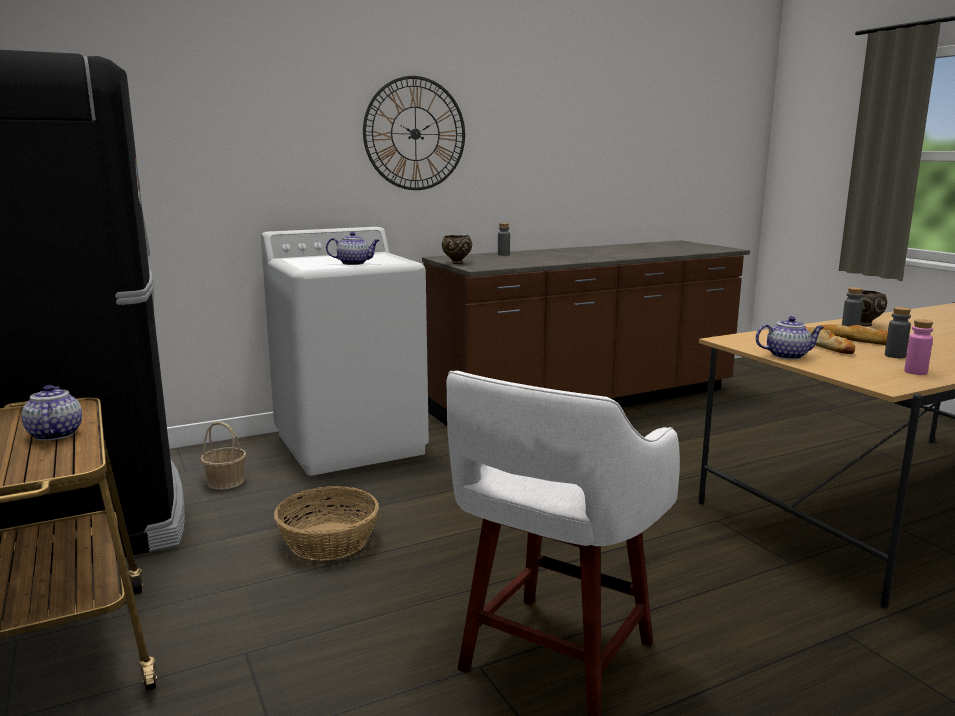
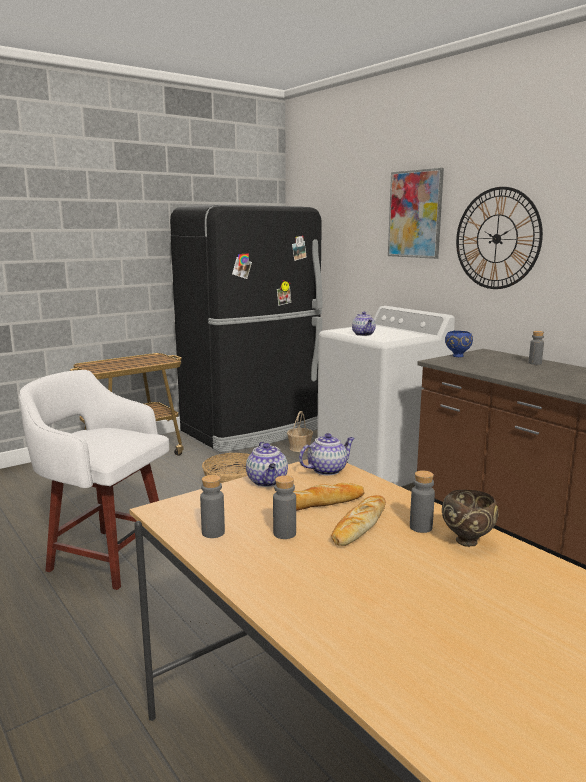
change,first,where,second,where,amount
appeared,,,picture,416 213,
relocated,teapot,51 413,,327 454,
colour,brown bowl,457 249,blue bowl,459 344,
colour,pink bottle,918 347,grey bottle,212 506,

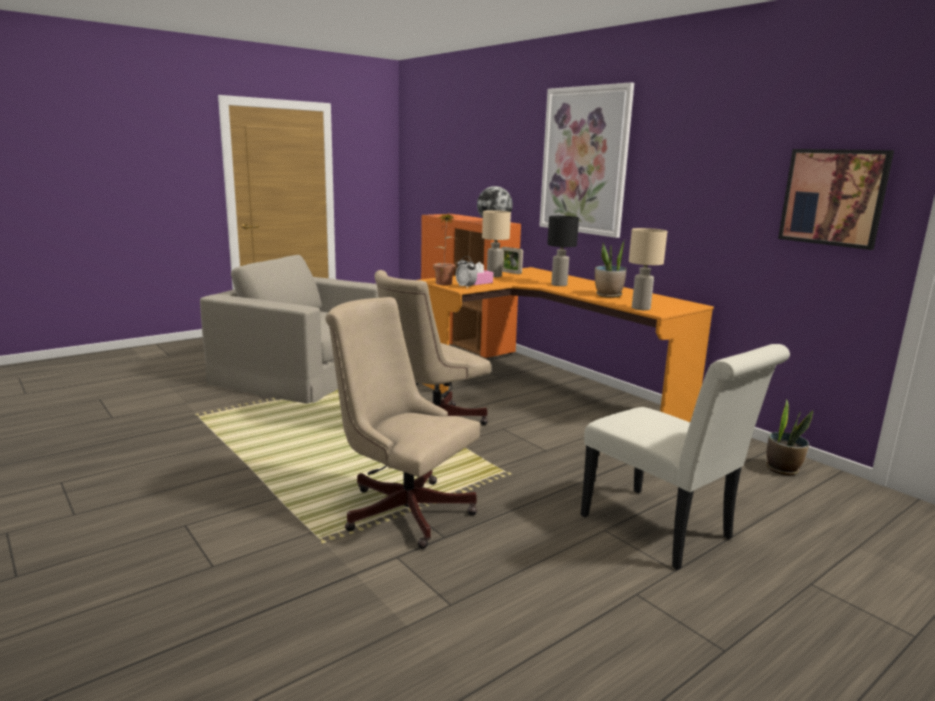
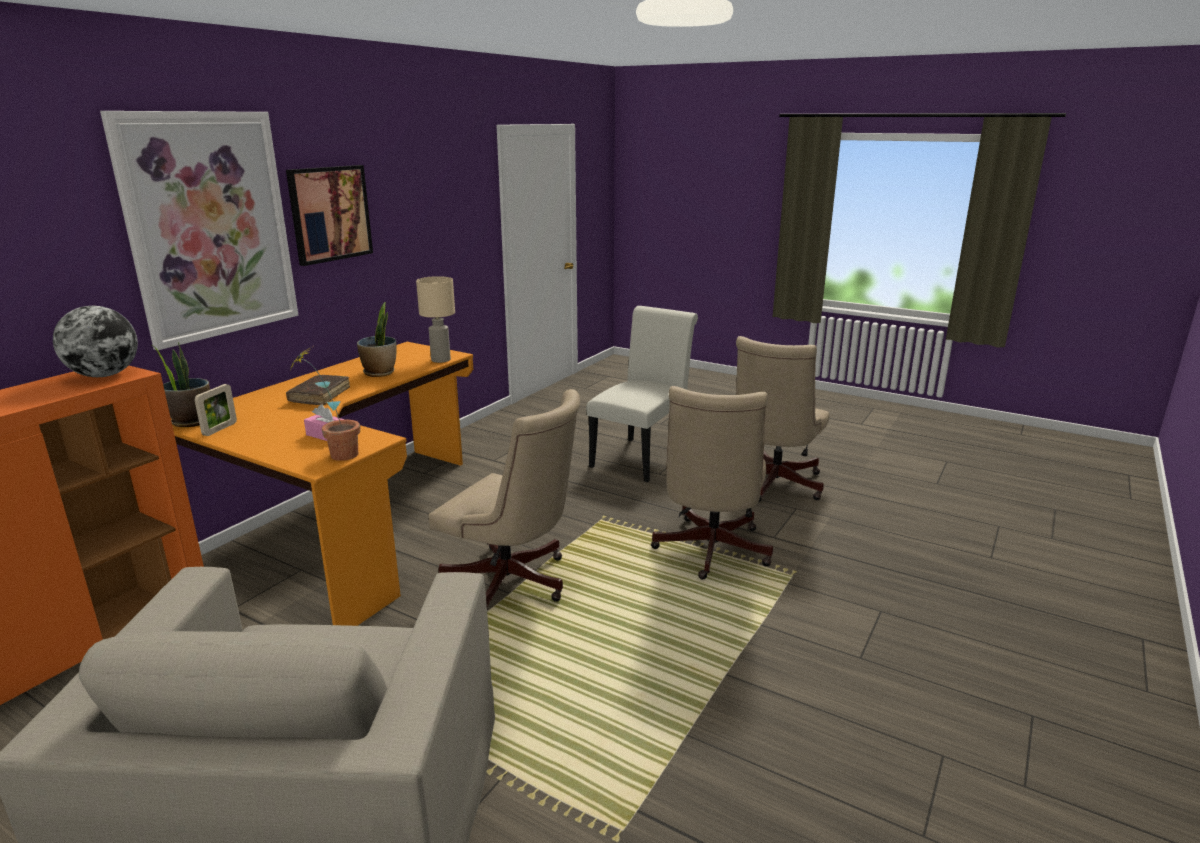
change,first,where,second,where,amount
missing,alarm clock,466 272,,,
missing,beige table lamp,496 243,,,
appeared,,,beige office chair,782 419,
relocated,potted plant,789 437,,181 384,
relocated,picture,836 199,,329 215,
exchanged,black table lamp,563 251,brown book,318 390,

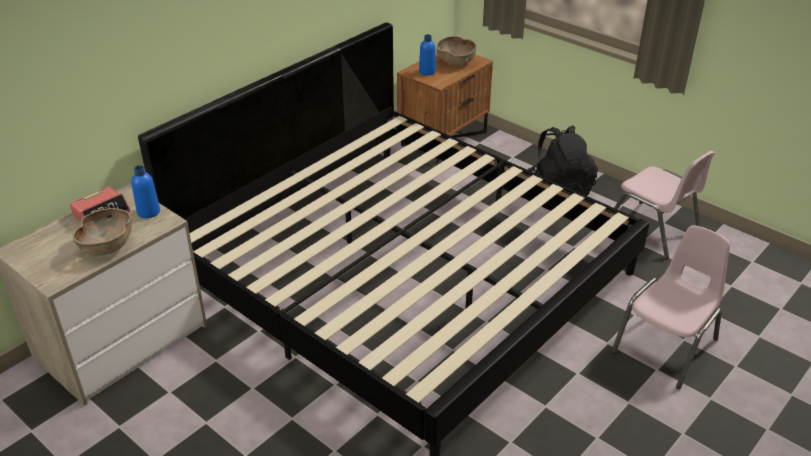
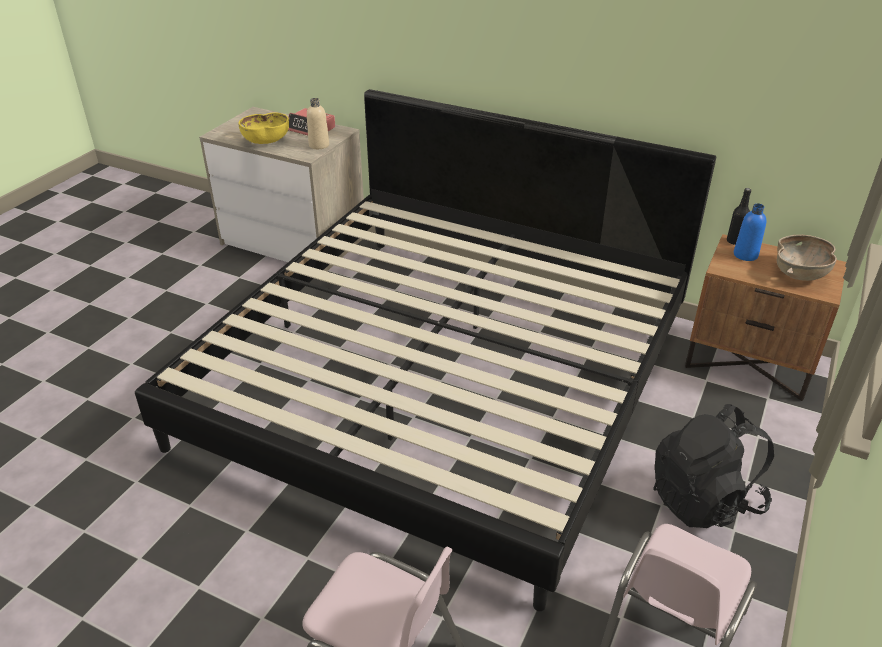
change,first,where,second,where,amount
appeared,,,black bottle,739 216,
colour,brown bowl,102 231,yellow bowl,264 128,
colour,blue bottle,145 191,beige bottle,318 123,

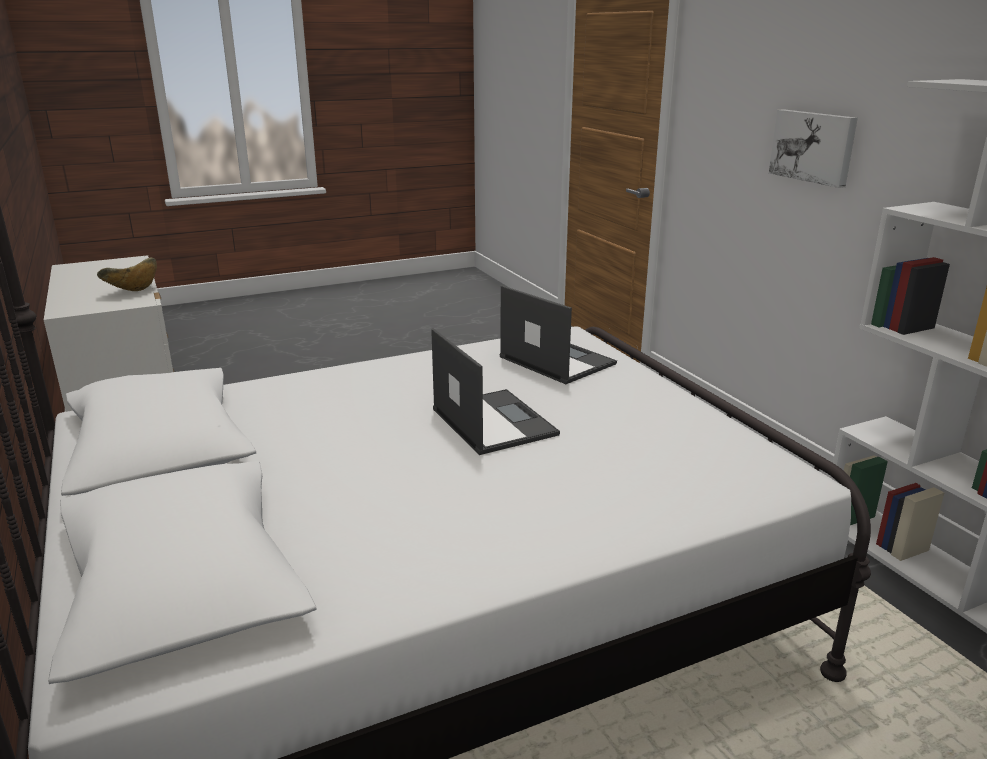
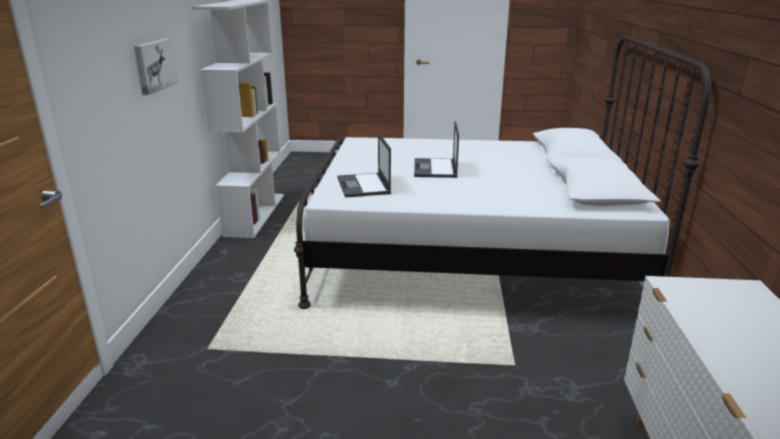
change,first,where,second,where,amount
missing,bowl,127 274,,,

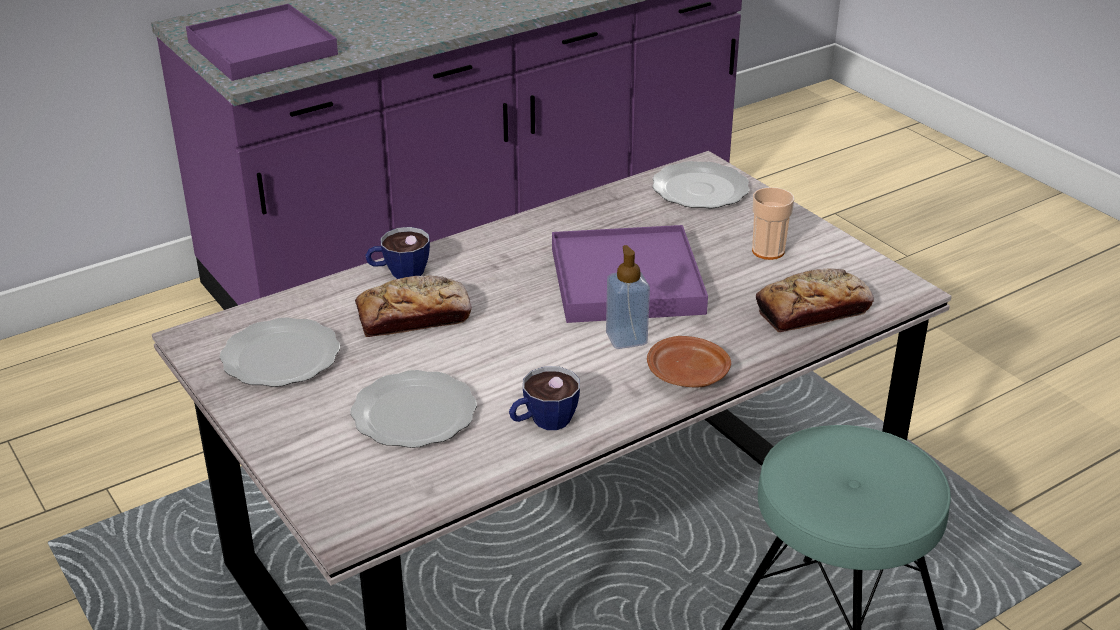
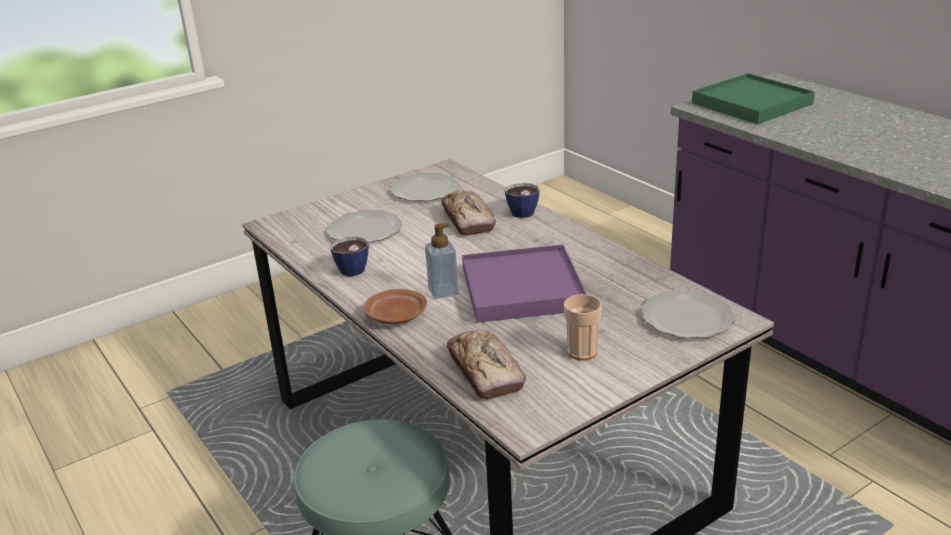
change,first,where,second,where,amount
colour,purple tray,262 42,green tray,753 98,

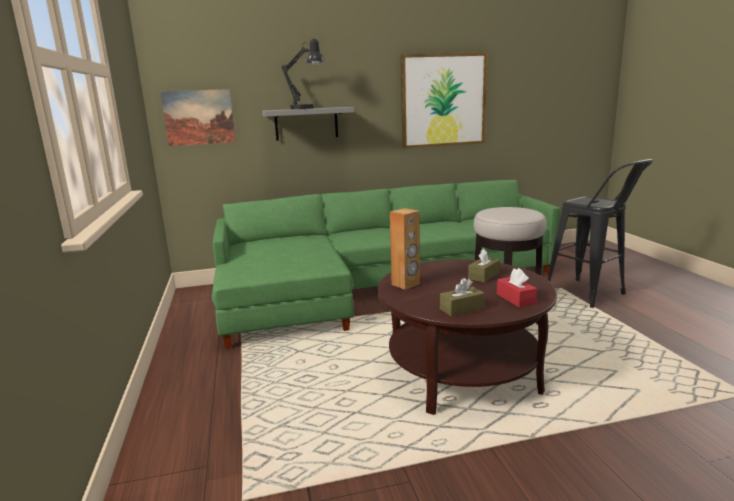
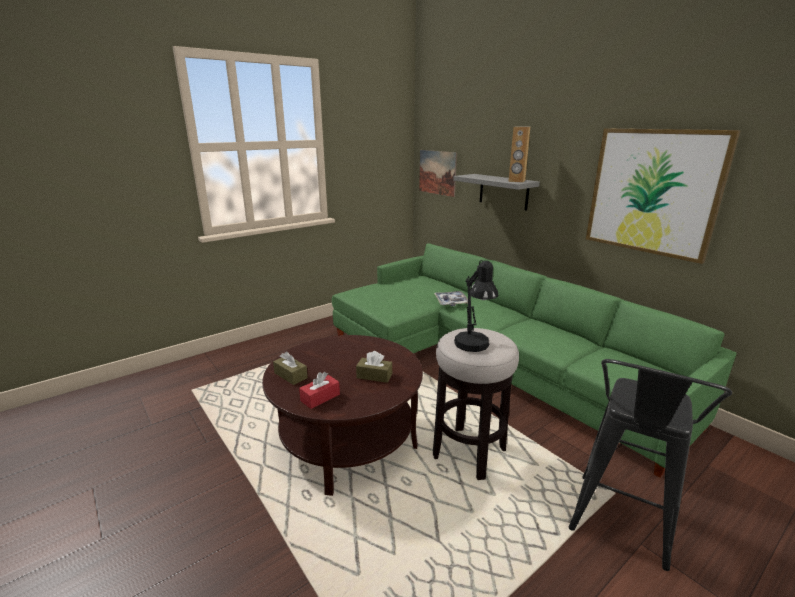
change,first,where,second,where,amount
appeared,,,tray,451 298,
relocated,black table lamp,303 74,,476 306,
relocated,brown speaker,405 249,,519 155,

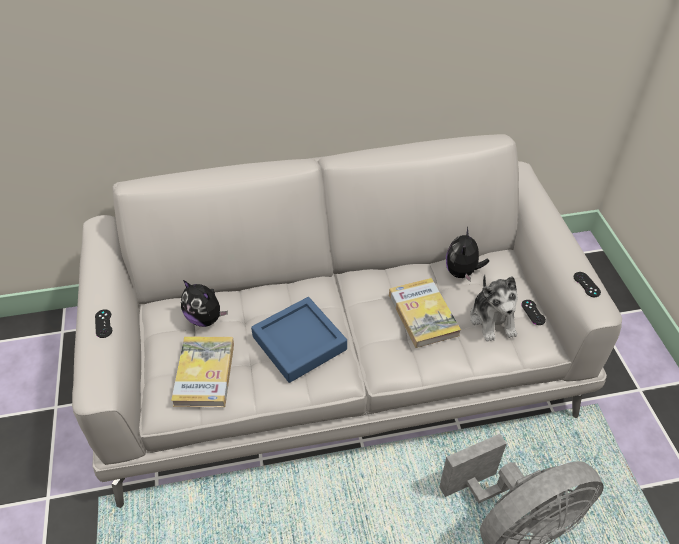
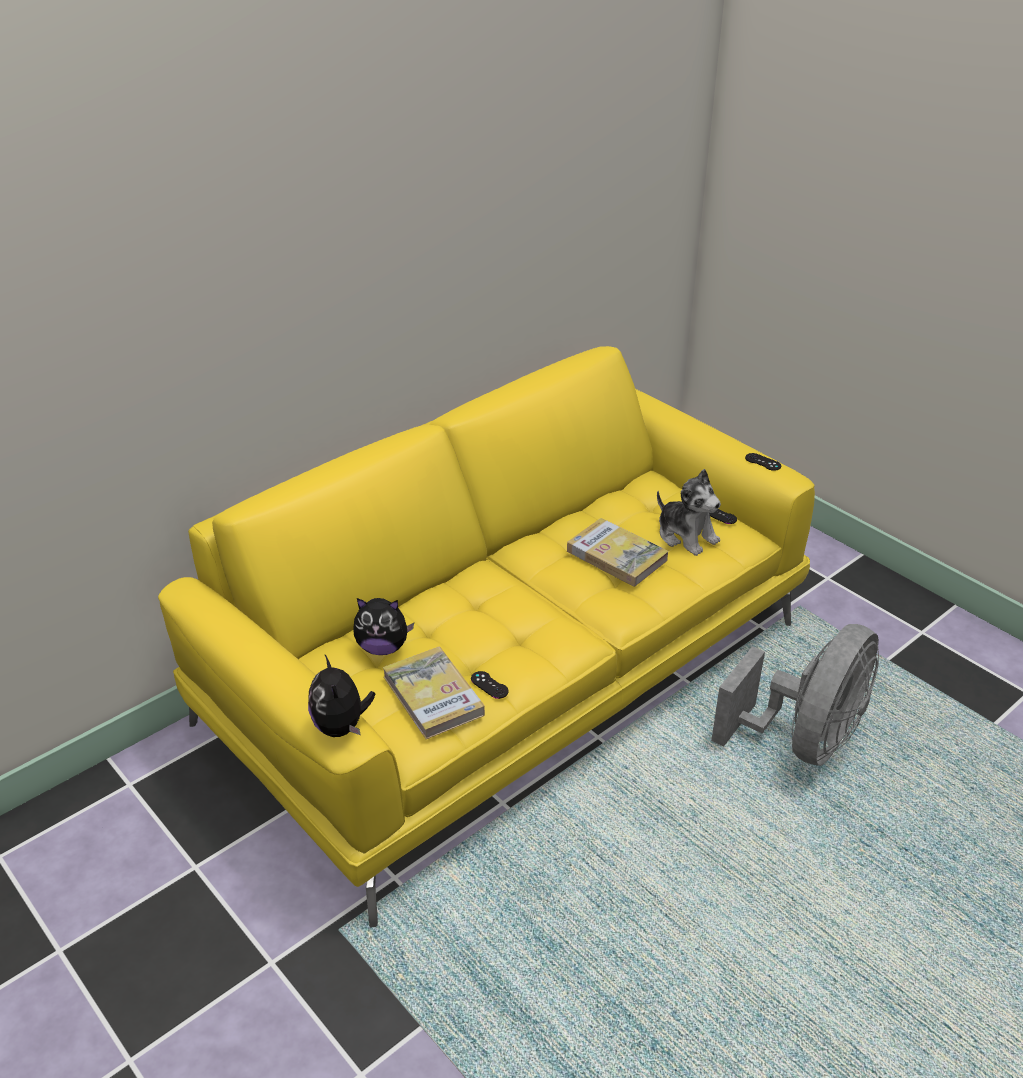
change,first,where,second,where,amount
missing,blue tray,299 340,,,
relocated,black game controller,103 323,,490 685,
relocated,plush toy,467 254,,342 696,
colour,grey sofa,347 321,yellow sofa,486 636,

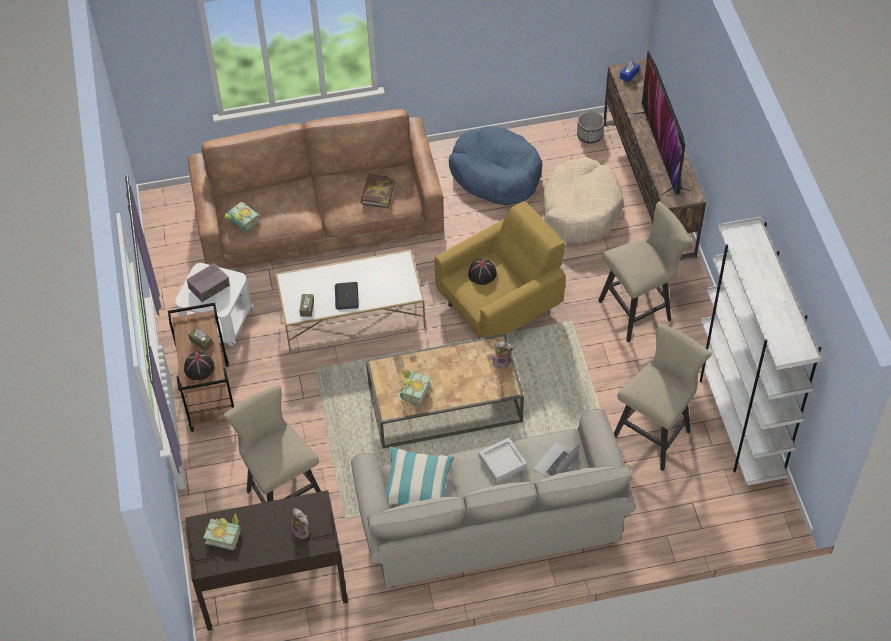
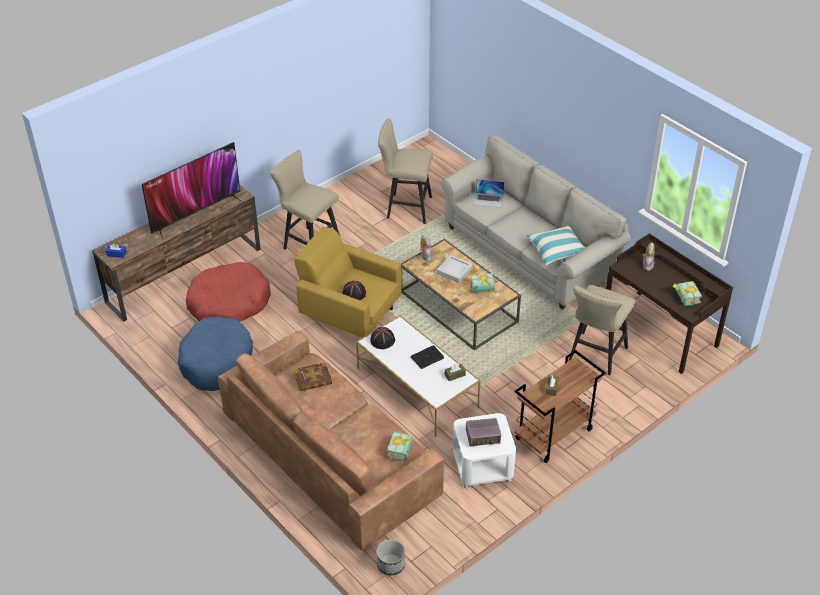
change,first,where,second,where,amount
missing,white bookcase,761 351,,,
relocated,black hat,199 366,,382 338,
relocated,grey tray,503 460,,455 269,
relocated,planter,590 127,,391 557,
colour,beige dog bed,582 200,red dog bed,228 292,
spun,radio,208 283,,483 432,150 degrees clockwise

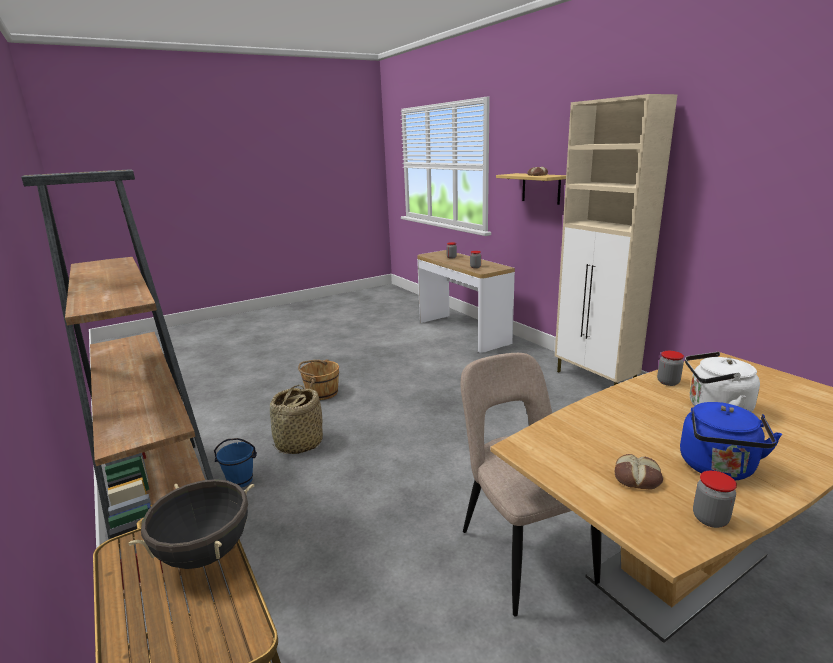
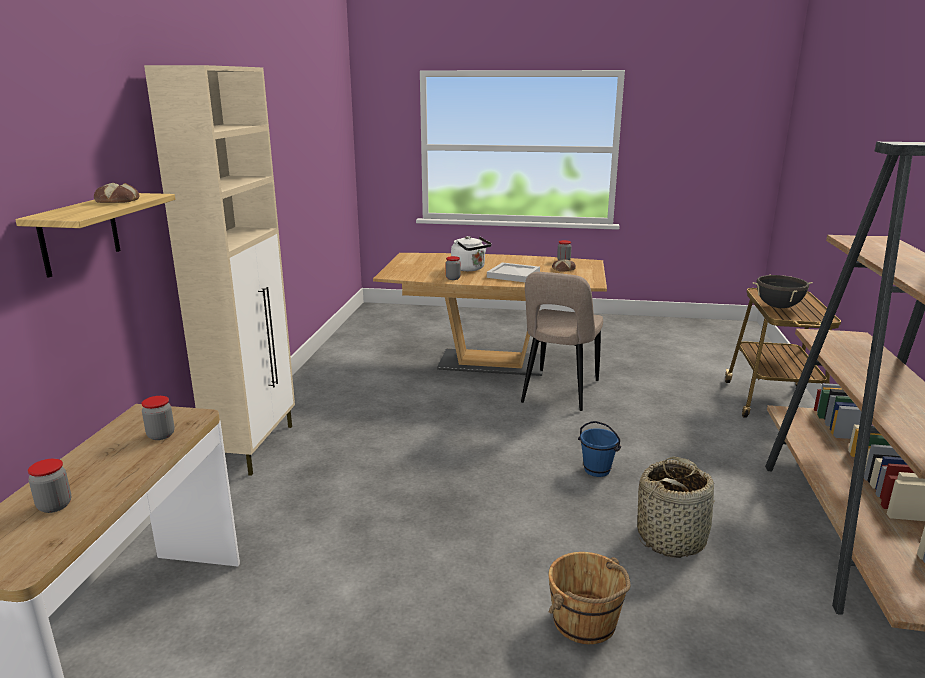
change,first,where,second,where,amount
missing,blue kettle,731 441,,,
appeared,,,white tray,513 272,
relocated,blue bucket,235 463,,599 449,

